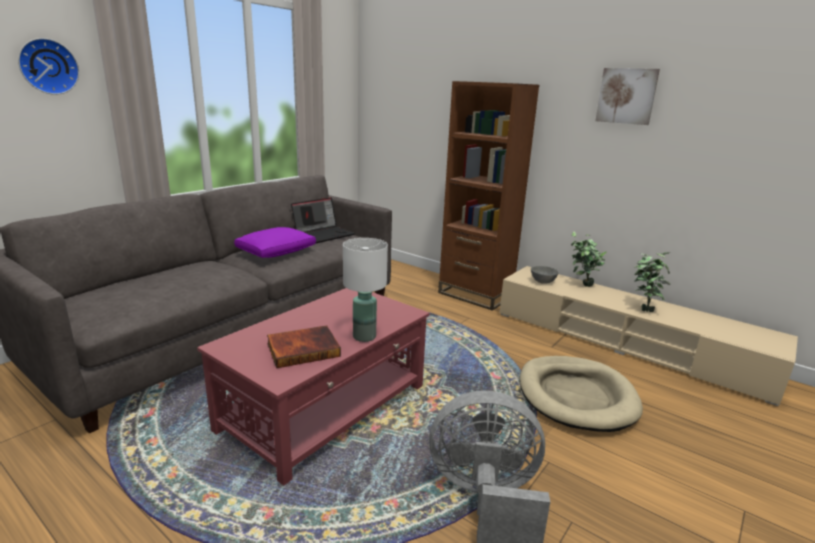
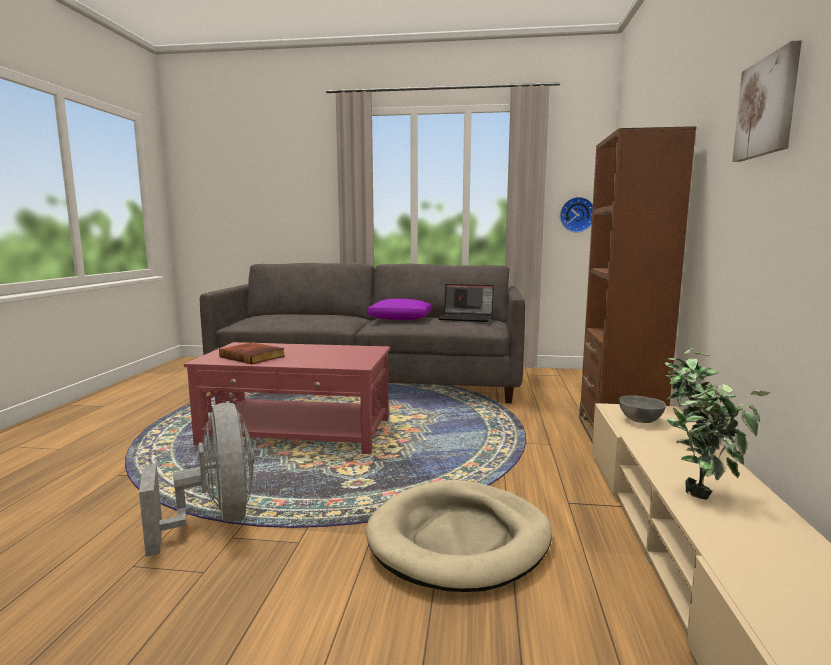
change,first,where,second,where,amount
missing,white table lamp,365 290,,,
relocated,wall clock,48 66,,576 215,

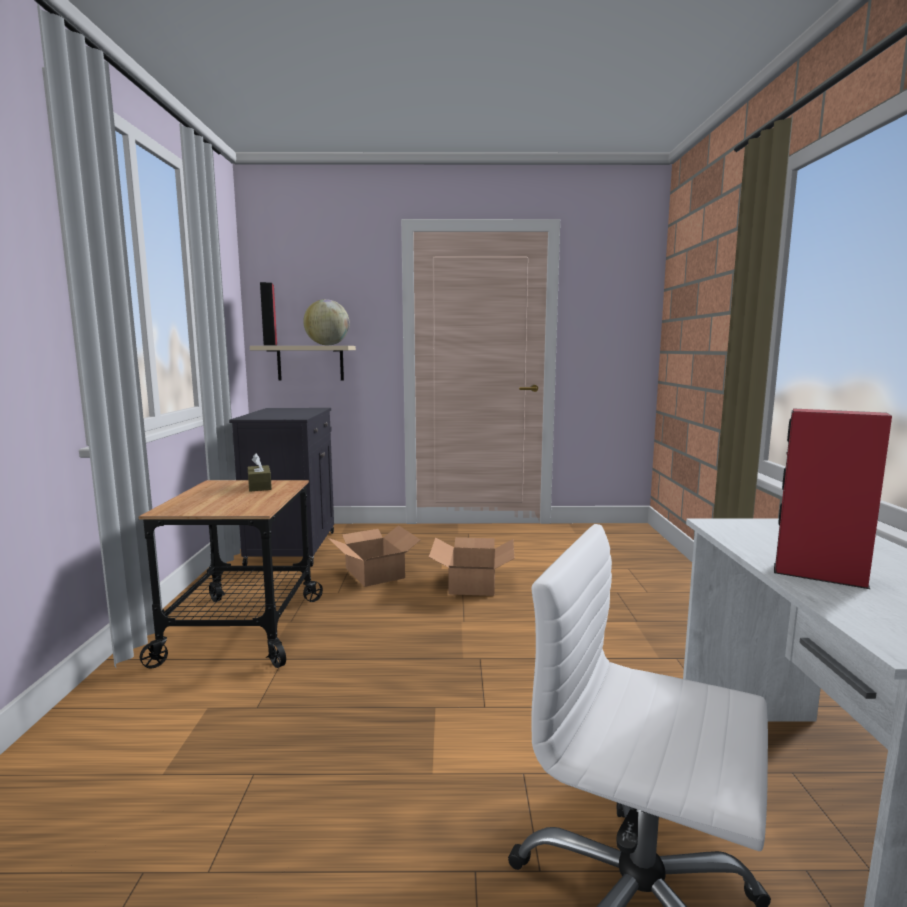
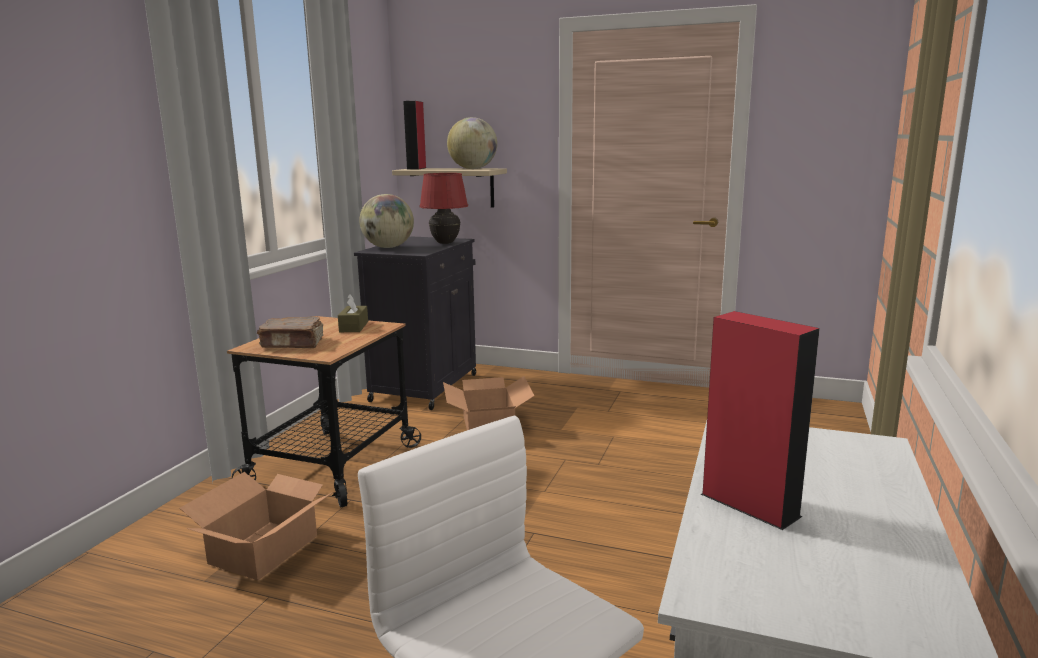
change,first,where,second,where,amount
appeared,,,brown book,290 332,
appeared,,,globe,386 221,
appeared,,,red table lamp,444 208,
relocated,cardboard box,472 566,,256 526,

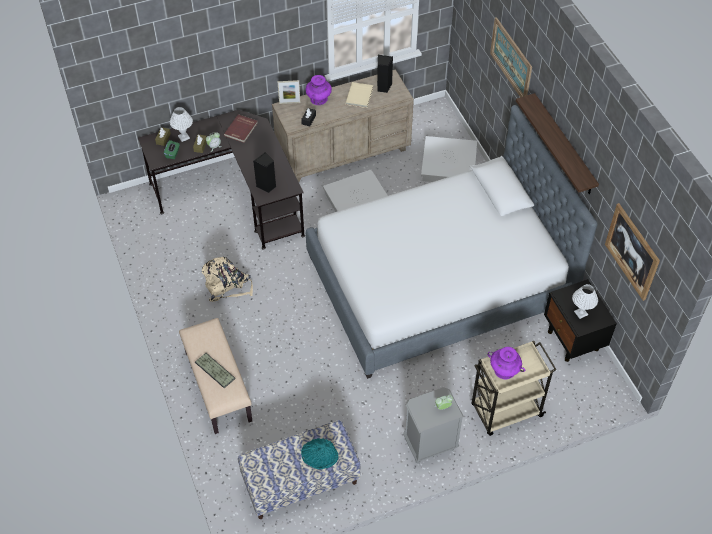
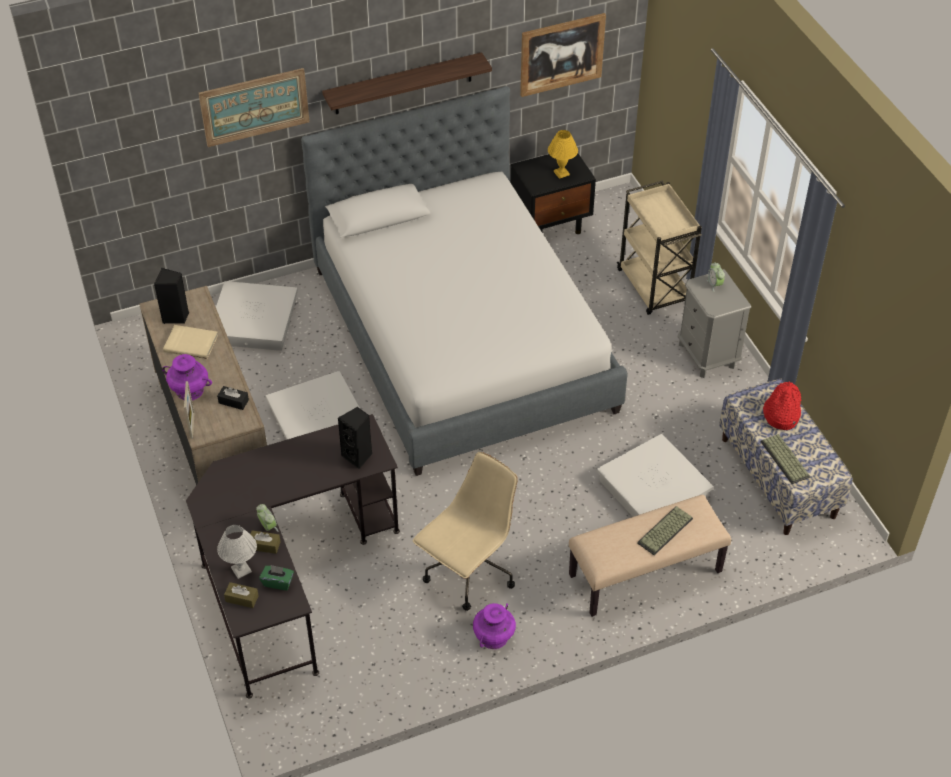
change,first,where,second,where,amount
missing,red book,241 128,,,
appeared,,,white storage box,655 475,
appeared,,,keyboard,785 459,
relocated,purple vase,506 363,,494 626,
exchanged,beige backpack,227 279,beige office chair,465 531,
colour,turquoise hat,319 453,red hat,782 406,
colour,white table lamp,585 301,yellow table lamp,563 154,

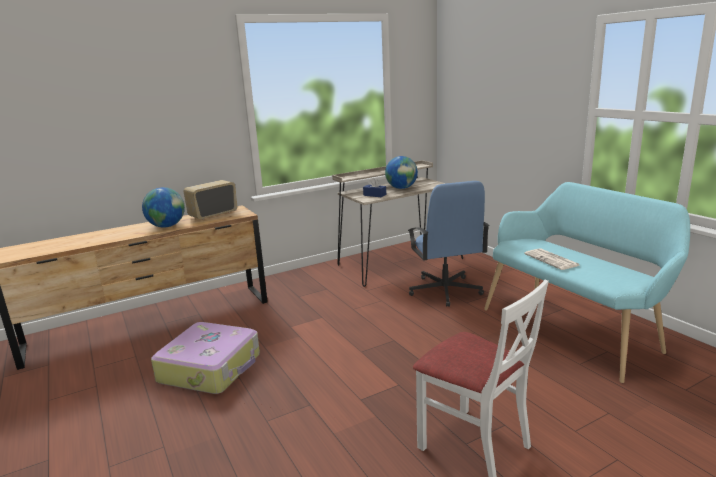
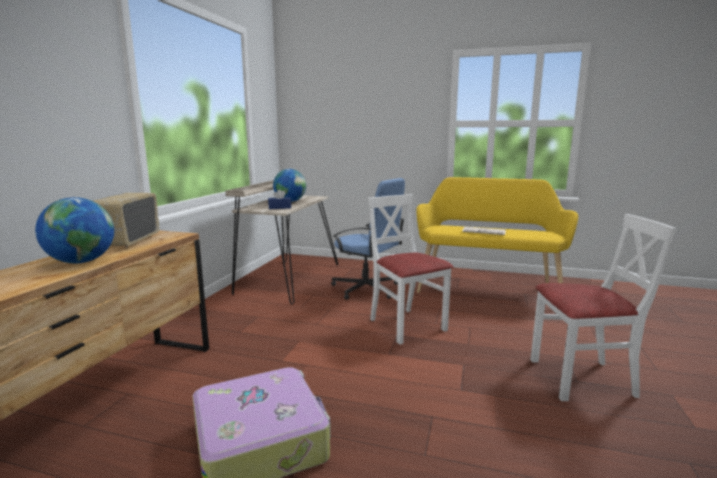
change,first,where,second,where,amount
appeared,,,white chair,410 269,
colour,turquoise bench,587 282,yellow bench,497 235,

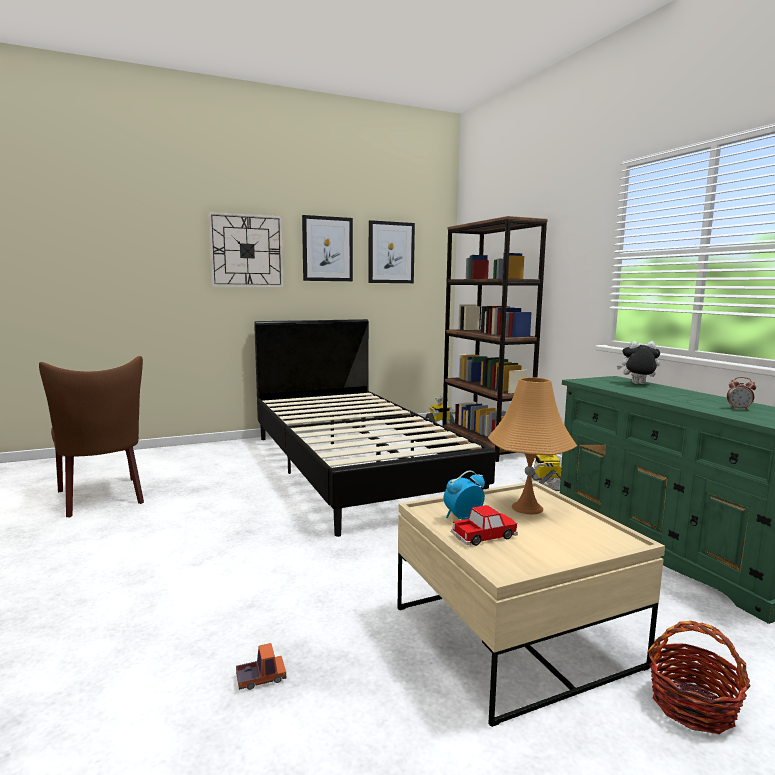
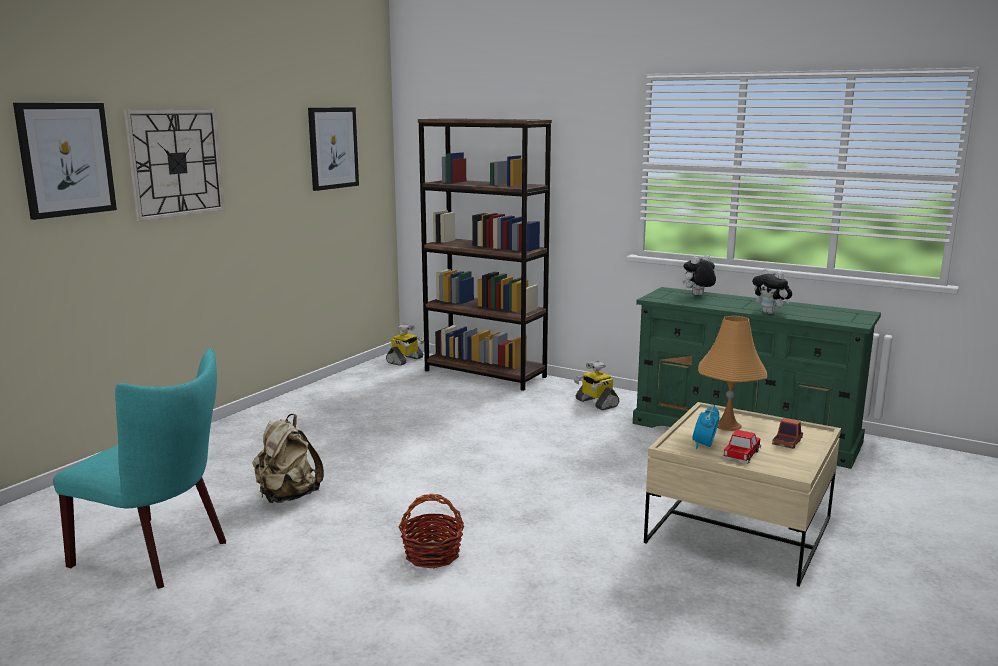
change,first,where,second,where,amount
missing,black bed,375 428,,,
missing,alarm clock,741 394,,,
appeared,,,beige backpack,288 458,
appeared,,,plush toy,772 291,
relocated,toy truck,261 666,,787 433,
relocated,picture,327 248,,65 161,
relocated,basket,699 677,,431 531,
colour,brown chair,91 436,turquoise chair,139 468,

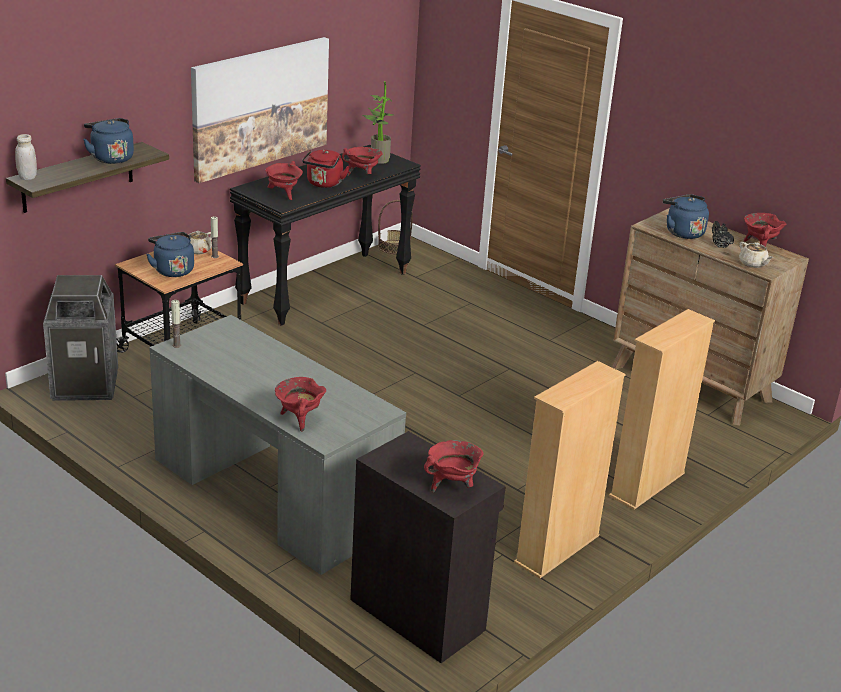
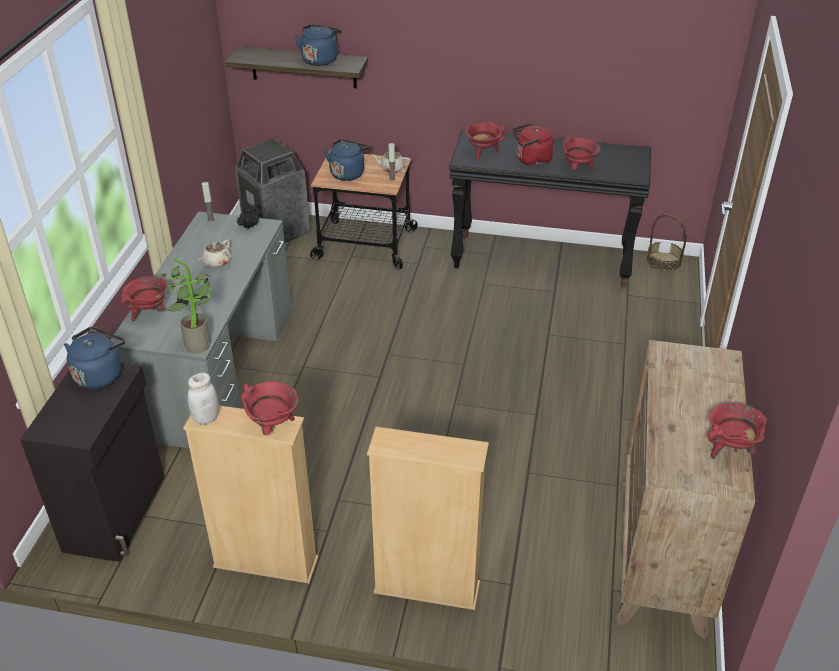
change,first,where,second,where,amount
missing,picture,260 110,,,
relocated,white jar,26 157,,203 398,
relocated,potted plant,378 122,,181 305,
relocated,red cooking pot,453 466,,270 408,
relocated,blue kettle,686 216,,94 358,
relocated,black teapot,723 234,,249 215,
relocated,beige teapot,756 255,,215 253,

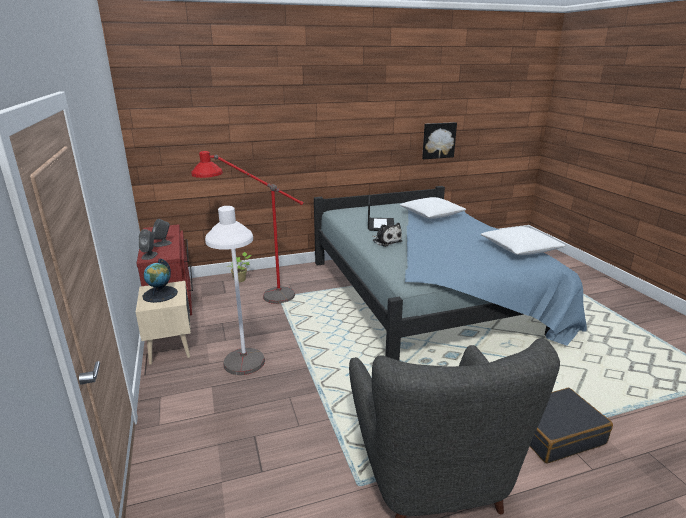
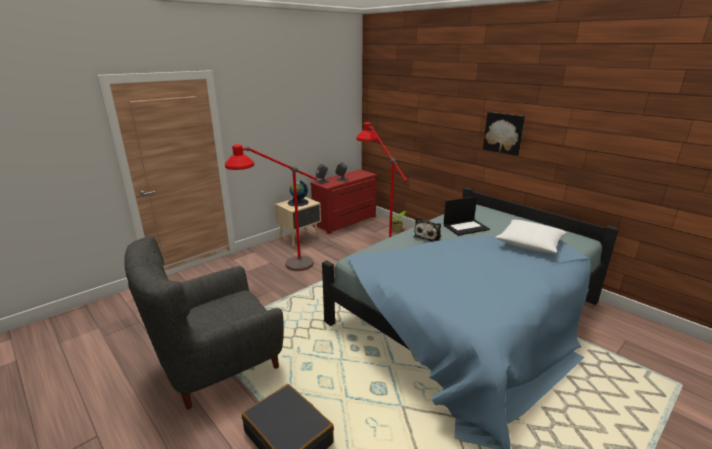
change,first,where,second,where,amount
missing,white pillow,523 241,,,
relocated,picture,439 140,,504 134,
colour,white floor lamp,235 290,red floor lamp,271 207,

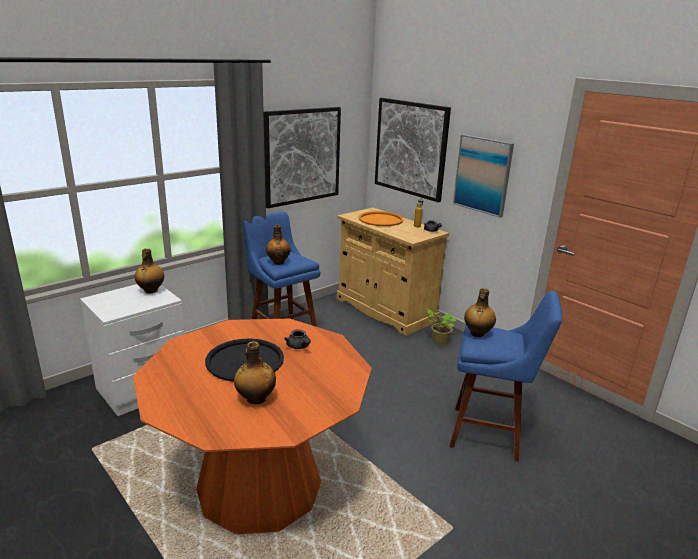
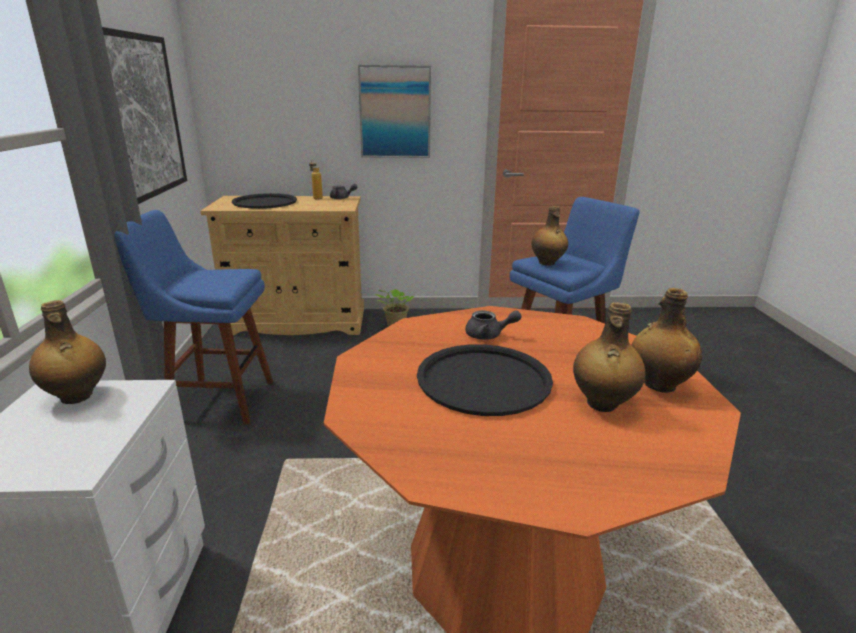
change,first,where,second,where,amount
missing,picture,413 150,,,
relocated,bottle,278 245,,666 340,
colour,orange tray,381 218,black tray,264 201,

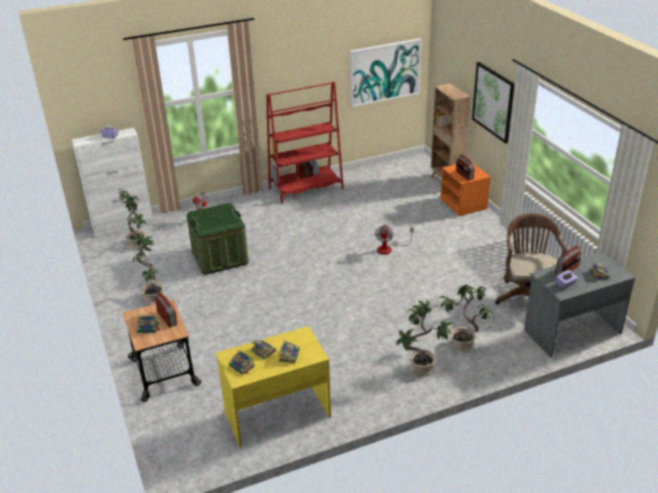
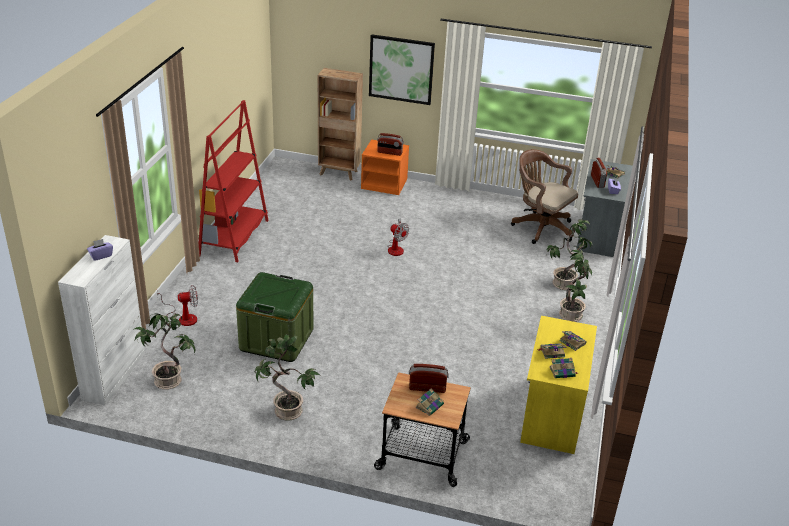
change,first,where,second,where,amount
missing,picture,386 72,,,

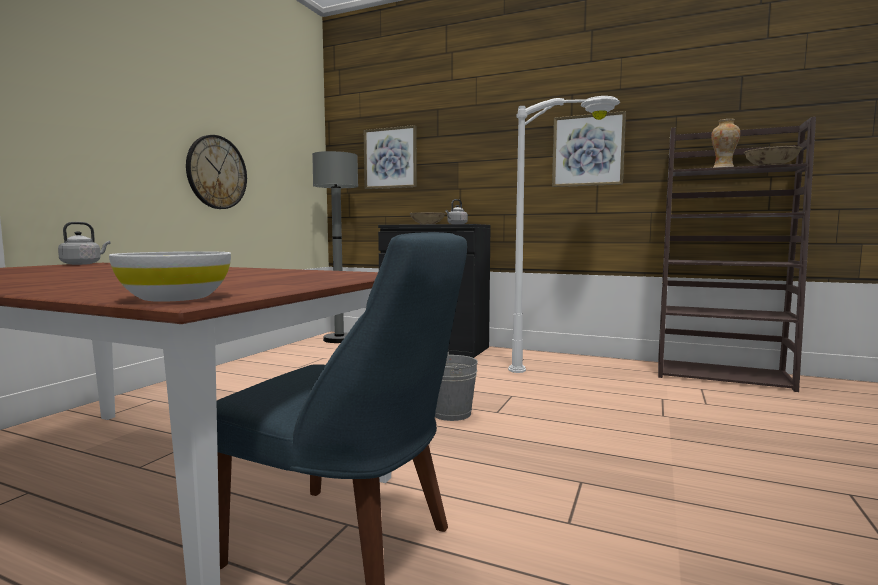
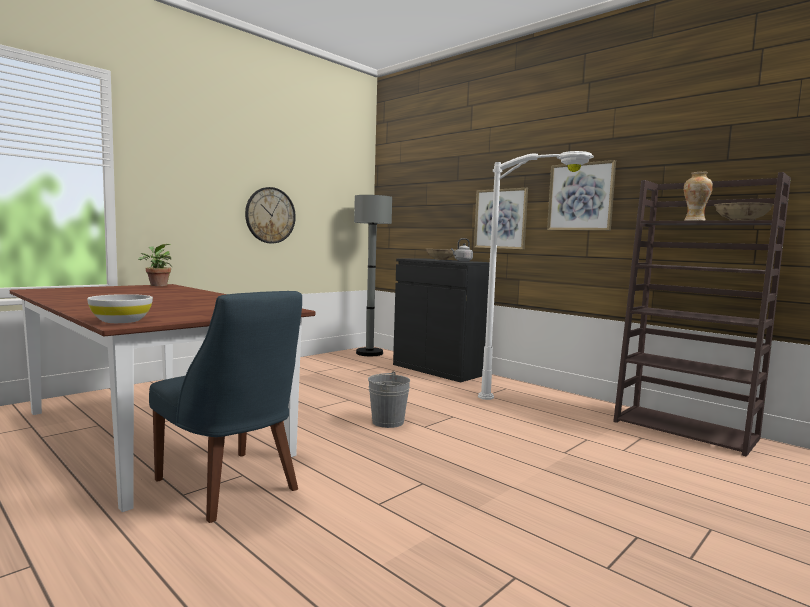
change,first,where,second,where,amount
relocated,picture,390 157,,501 218,
exchanged,grey kettle,84 243,potted plant,155 265,

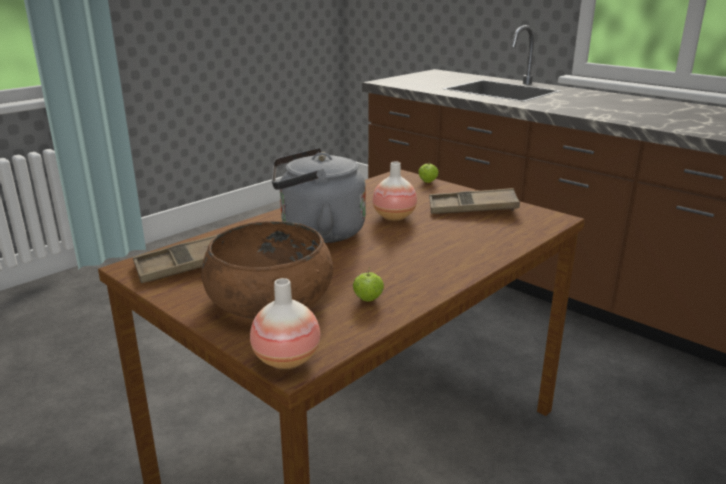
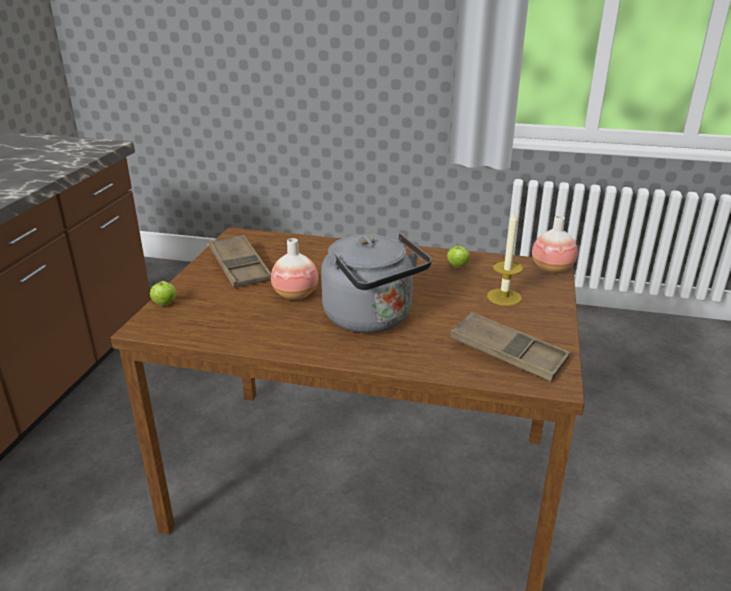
change,first,where,second,where,amount
exchanged,brown bowl,267 270,candle,505 259,

